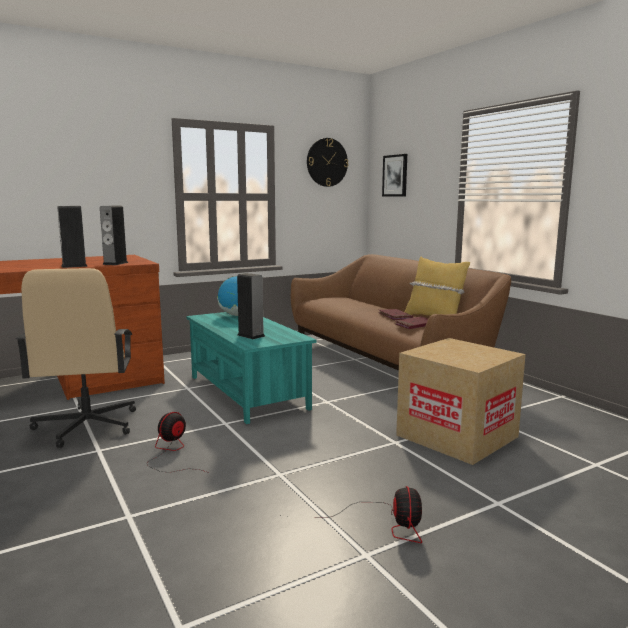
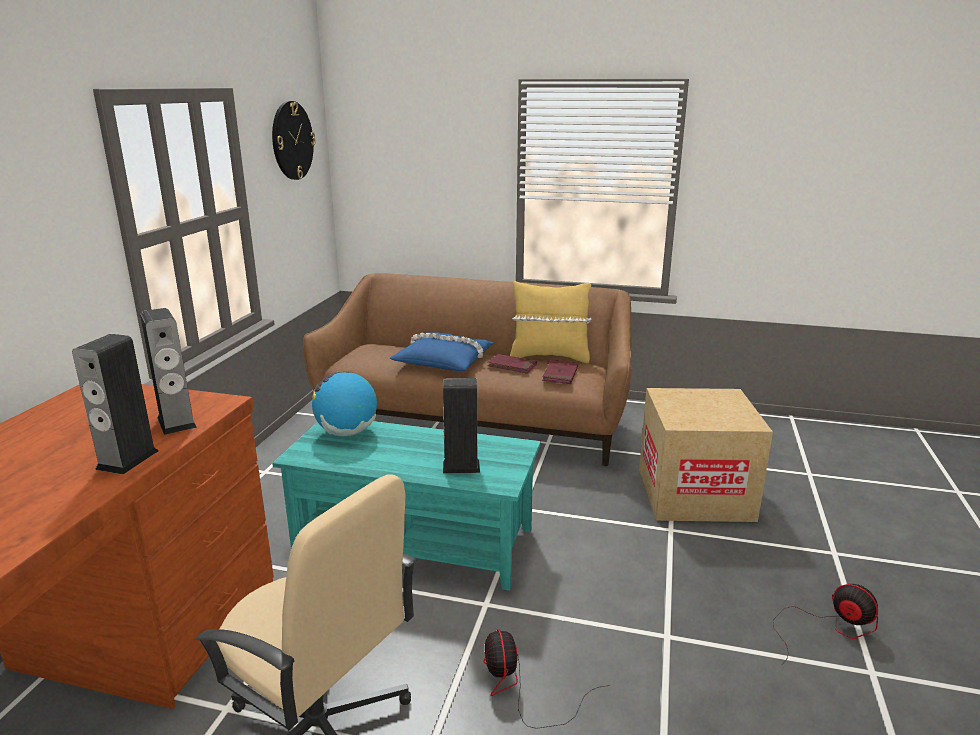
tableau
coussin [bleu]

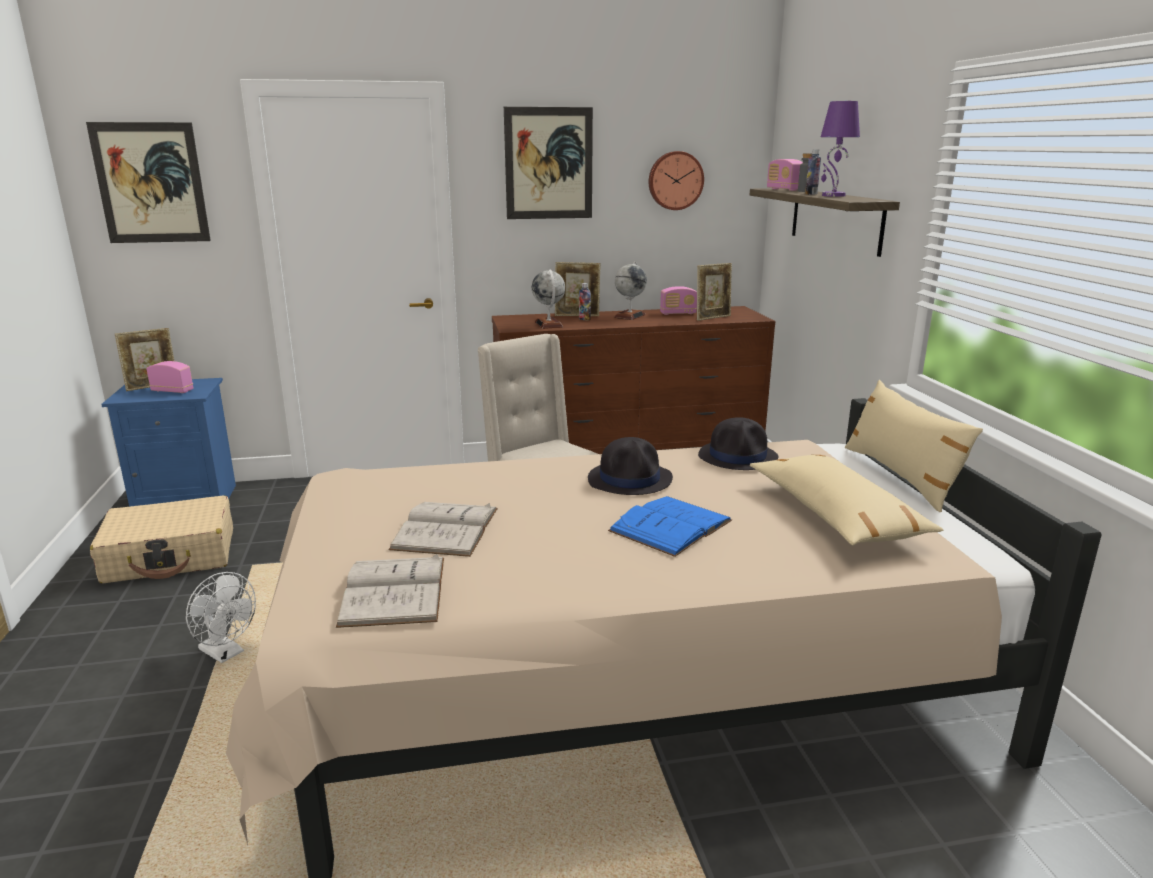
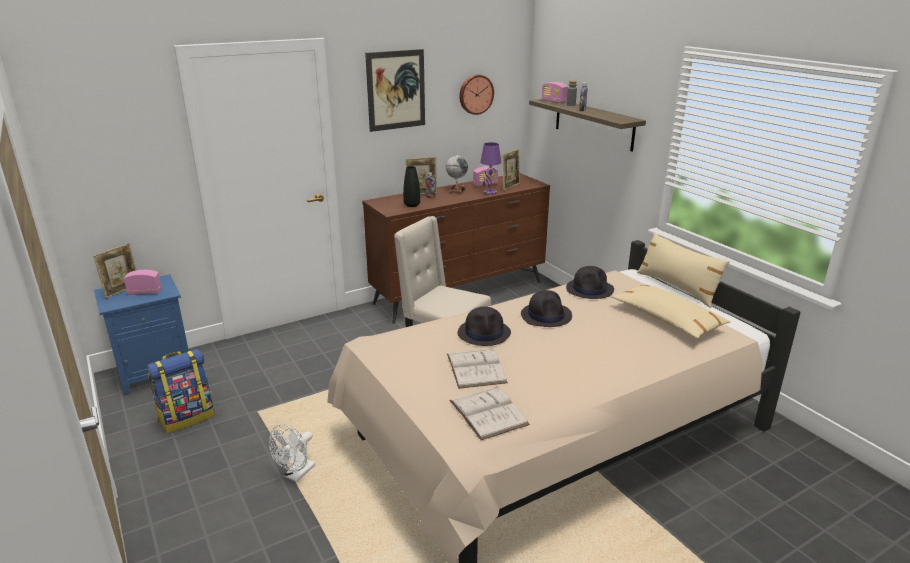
tableau (1st from left in the first image)
sac à dos
ventilateur [blanc]
vase [noir]
livre [bleu]
lampe de table [violet]
chapeau [noir] (1st from left)

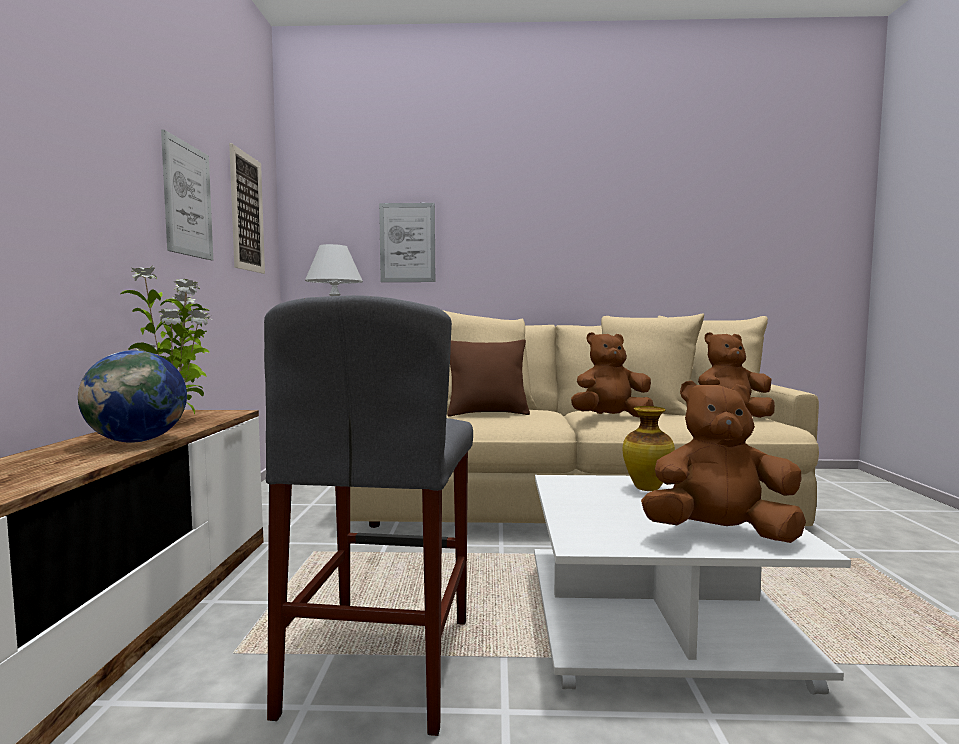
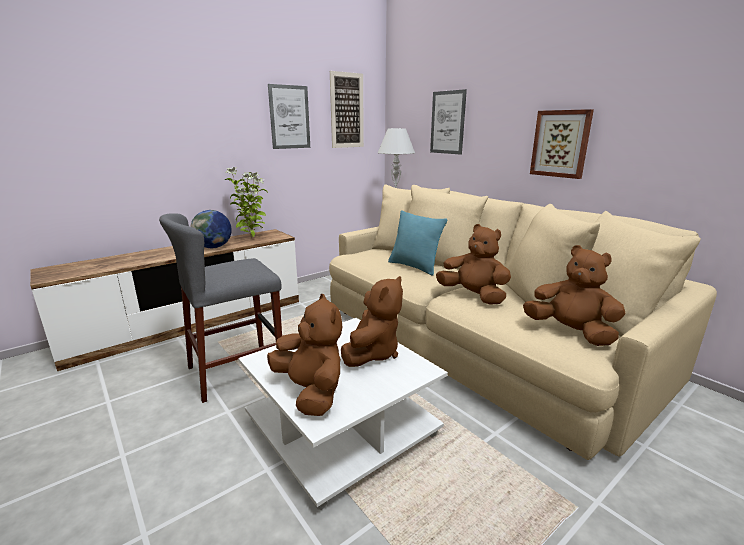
coussin [turquoise]
peluche [marron] (2nd from left)
tableau (4th from left)

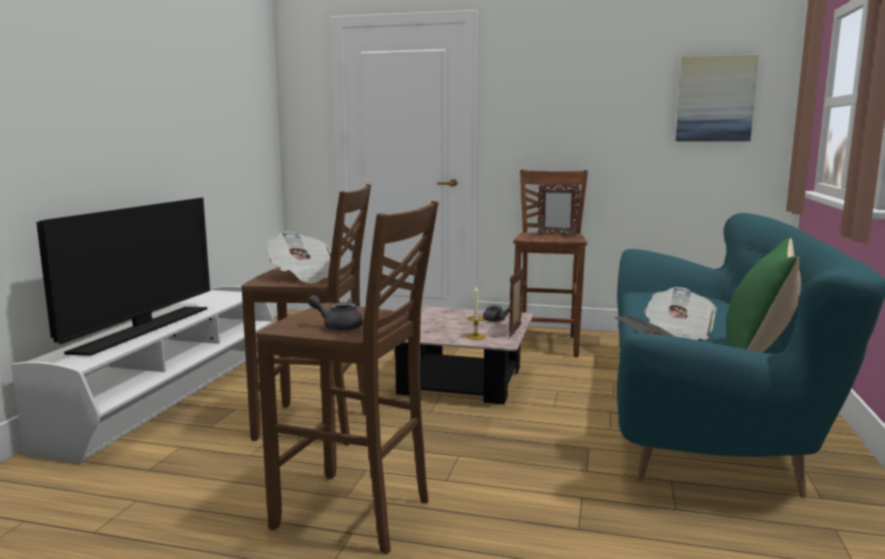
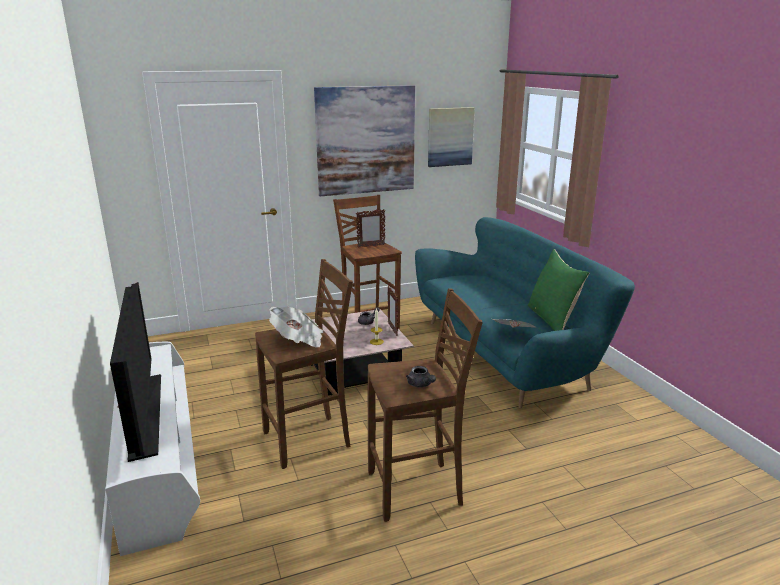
théière [gris] (2nd from left)
journal (3rd from left in the first image)
tableau (1st from left)

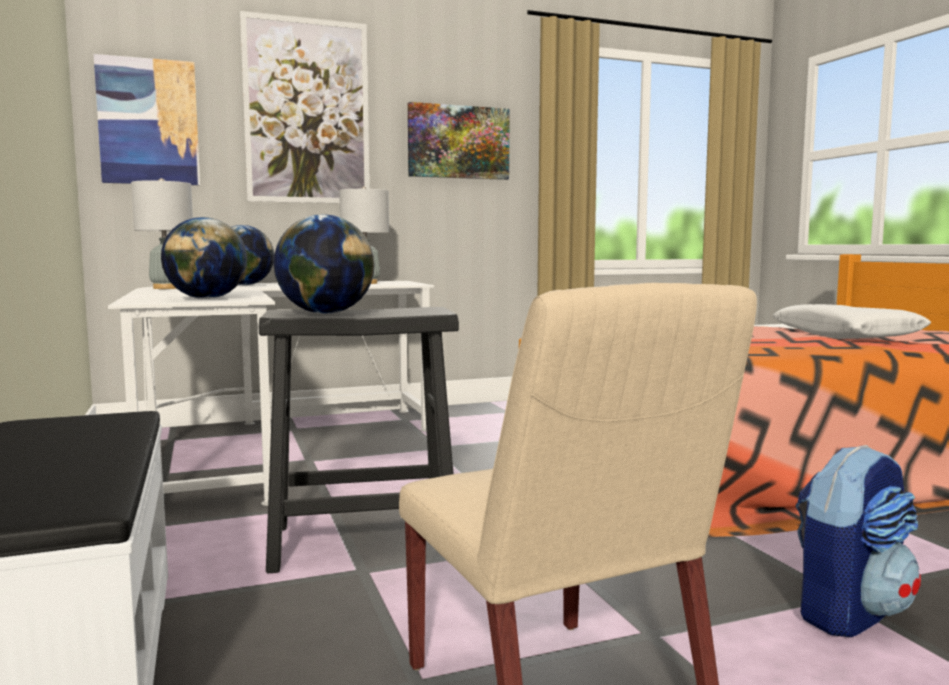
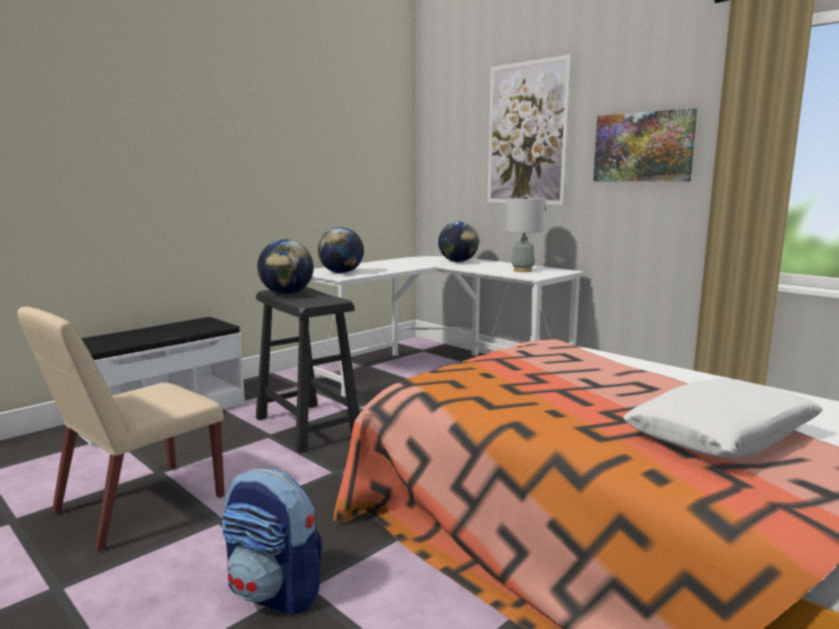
tableau (1st from left in the first image)
lampe de table [gris] (1st from left in the first image)

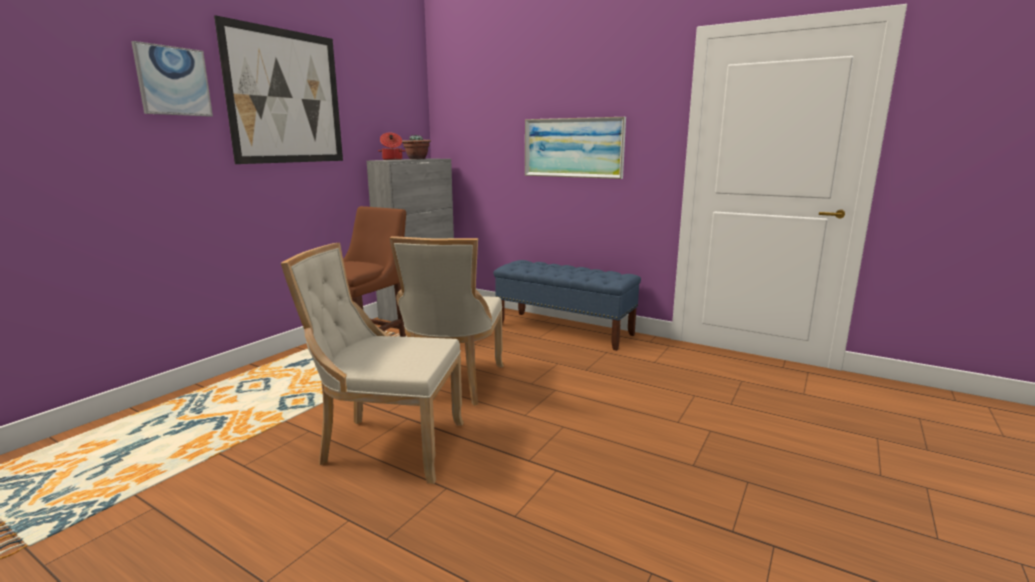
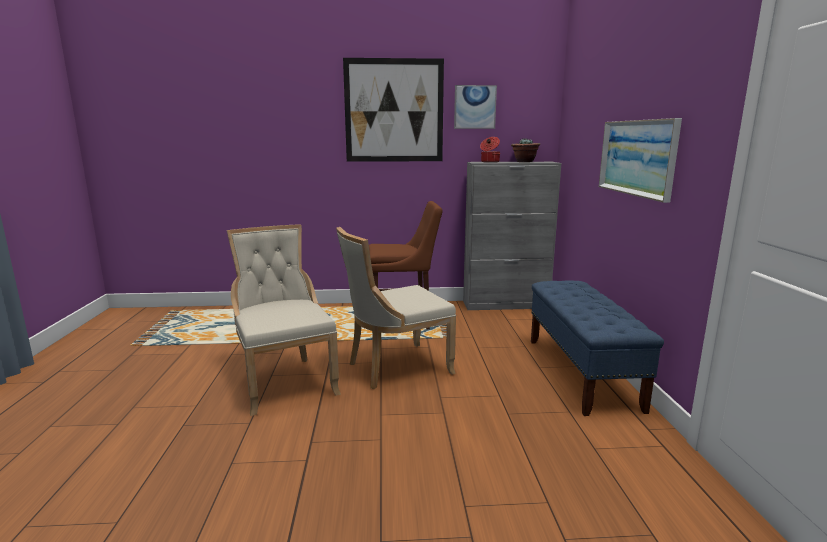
tableau (2nd from left)

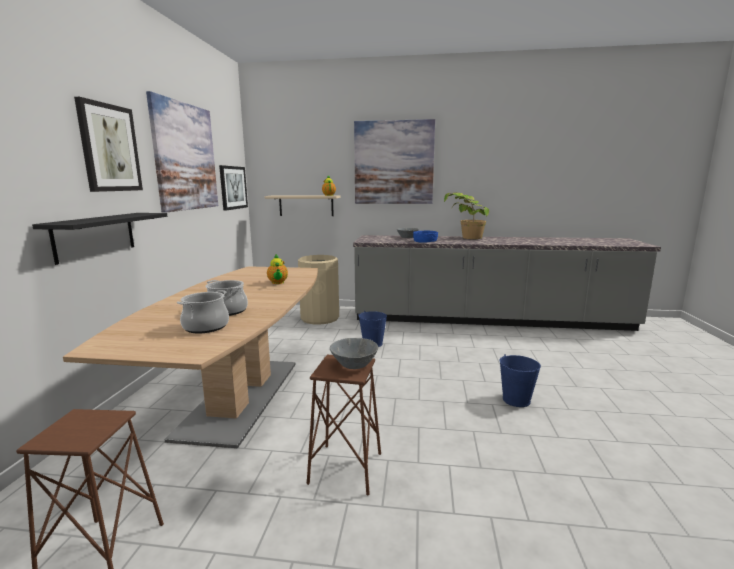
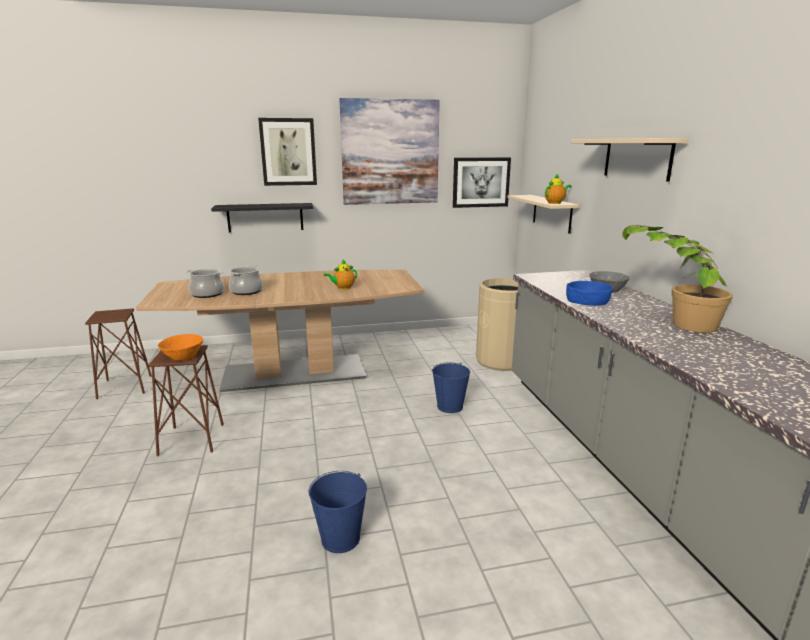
bol [orange]
étagère [beige] (2nd from left)

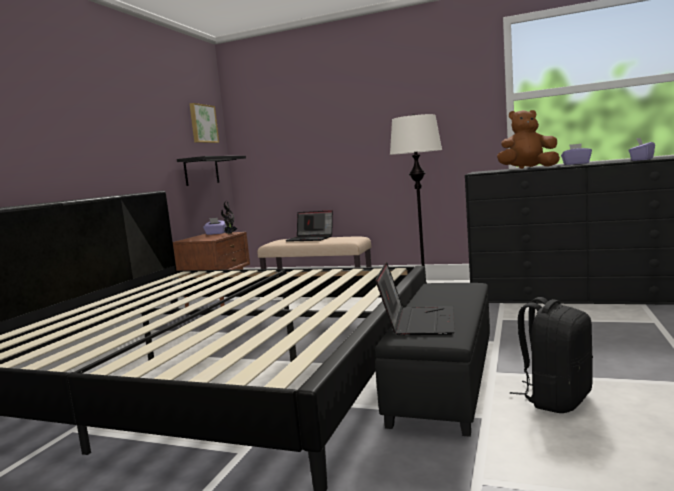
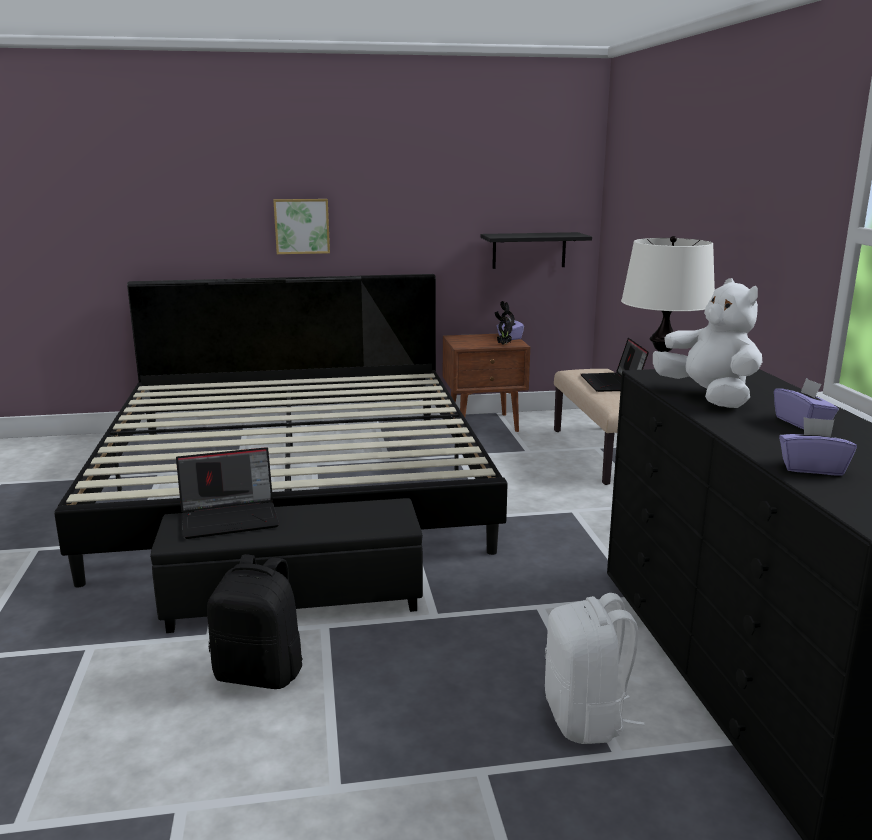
tableau
peluche [blanc]
sac à dos [blanc]

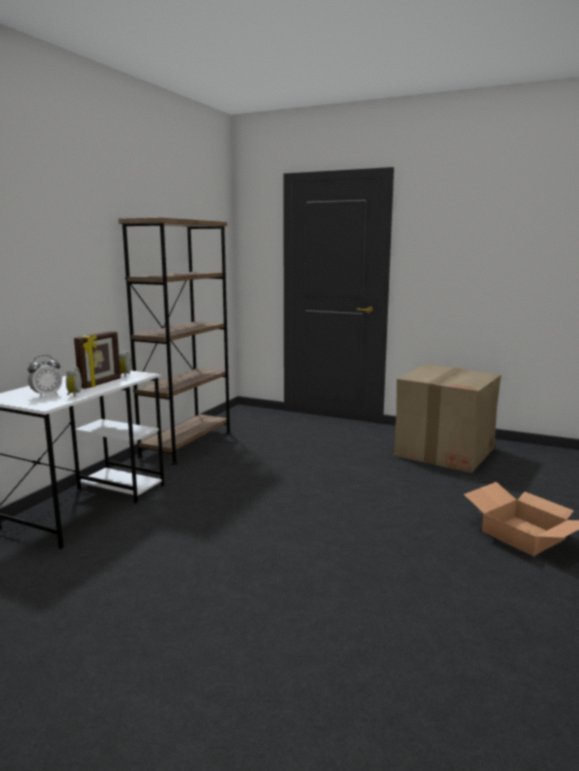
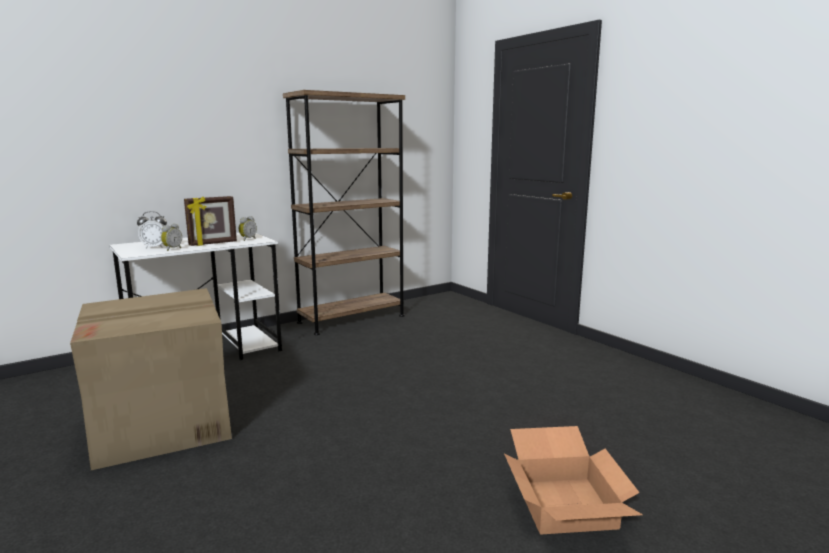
carton (1st from left)

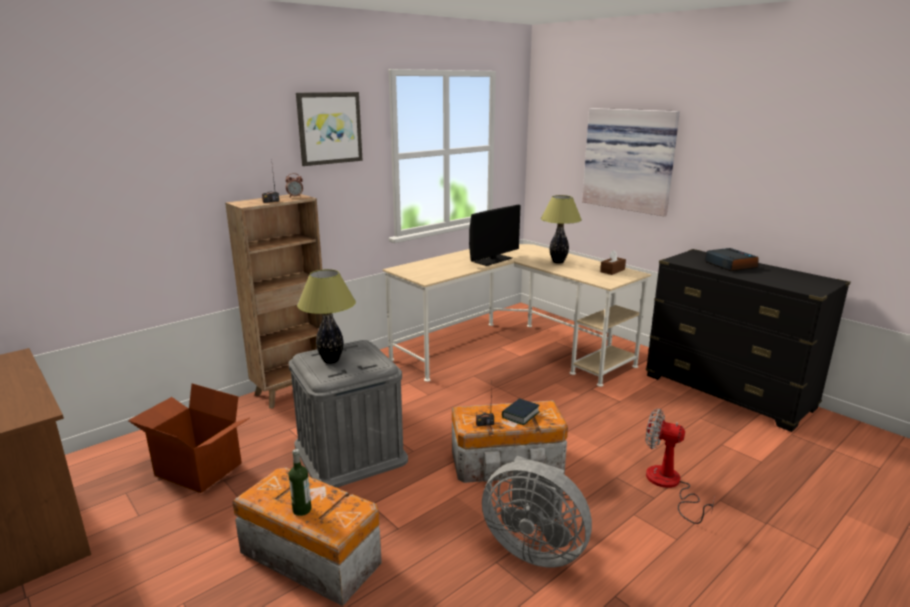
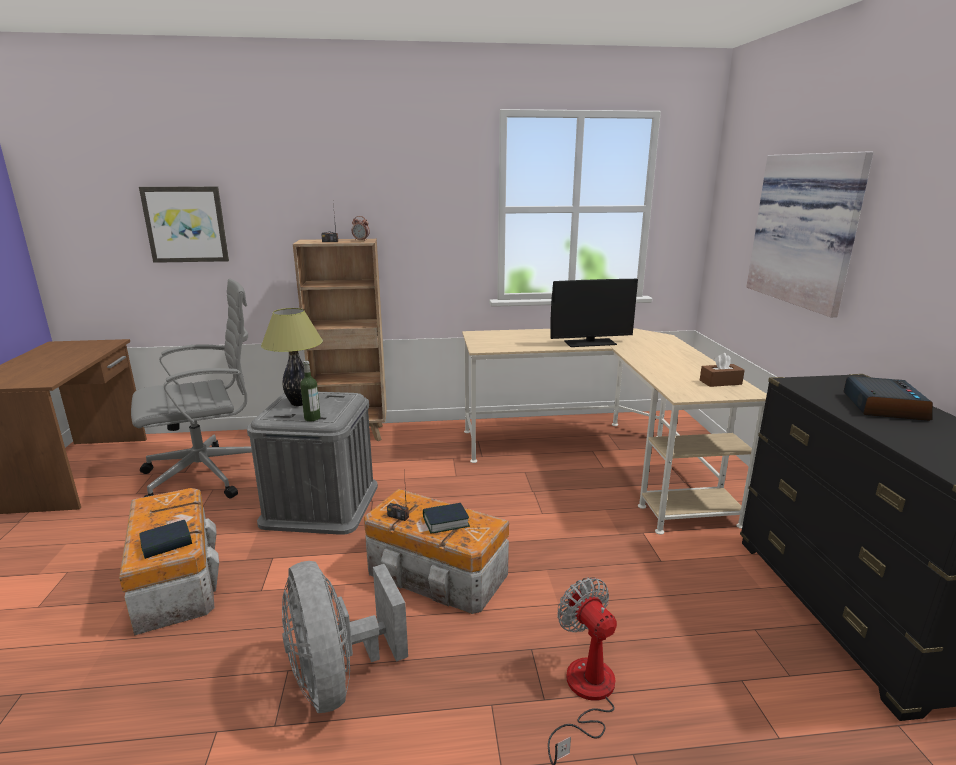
chaise de bureau [gris]
bouteille
tableau (1st from left)
lampe de table (2nd from left in the first image)
livre (1st from left)

